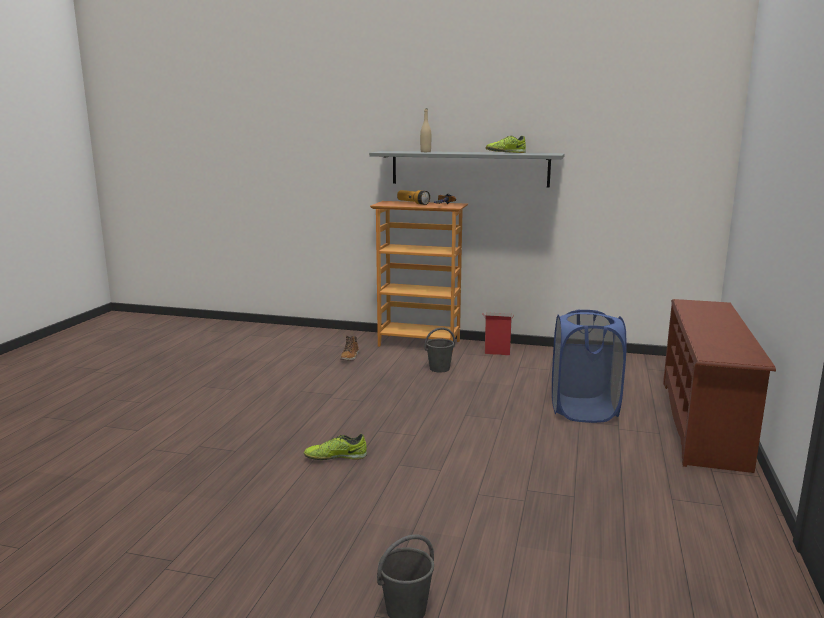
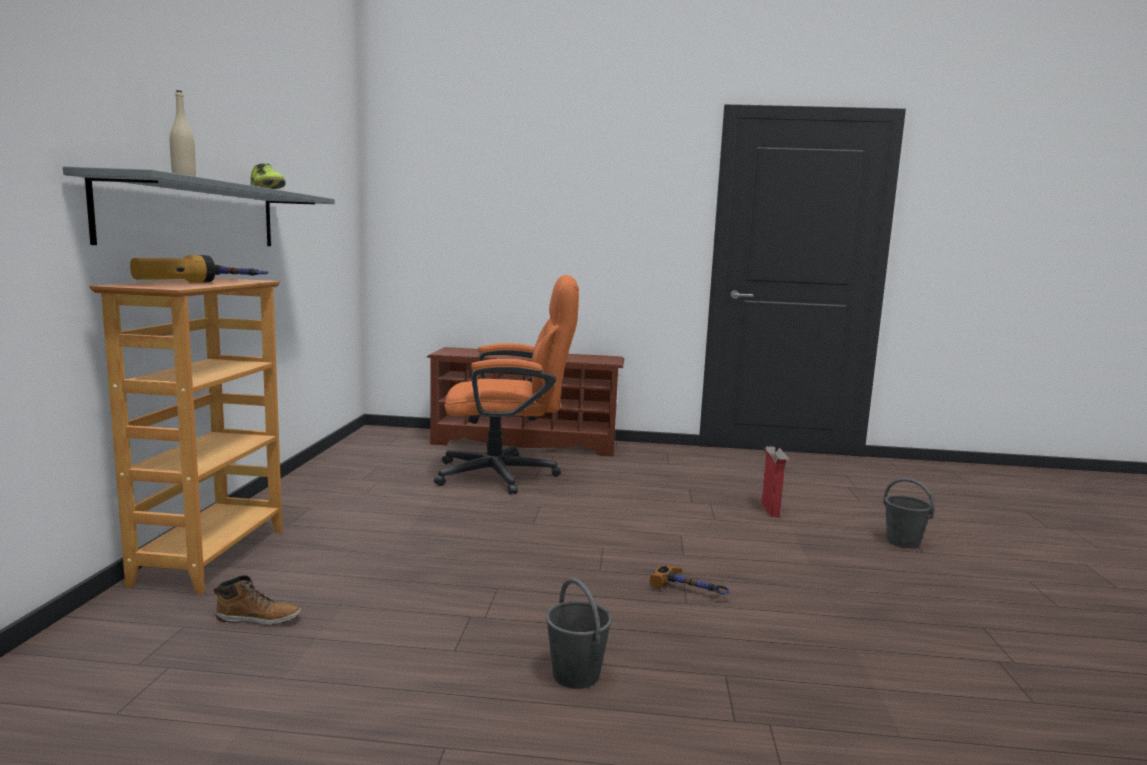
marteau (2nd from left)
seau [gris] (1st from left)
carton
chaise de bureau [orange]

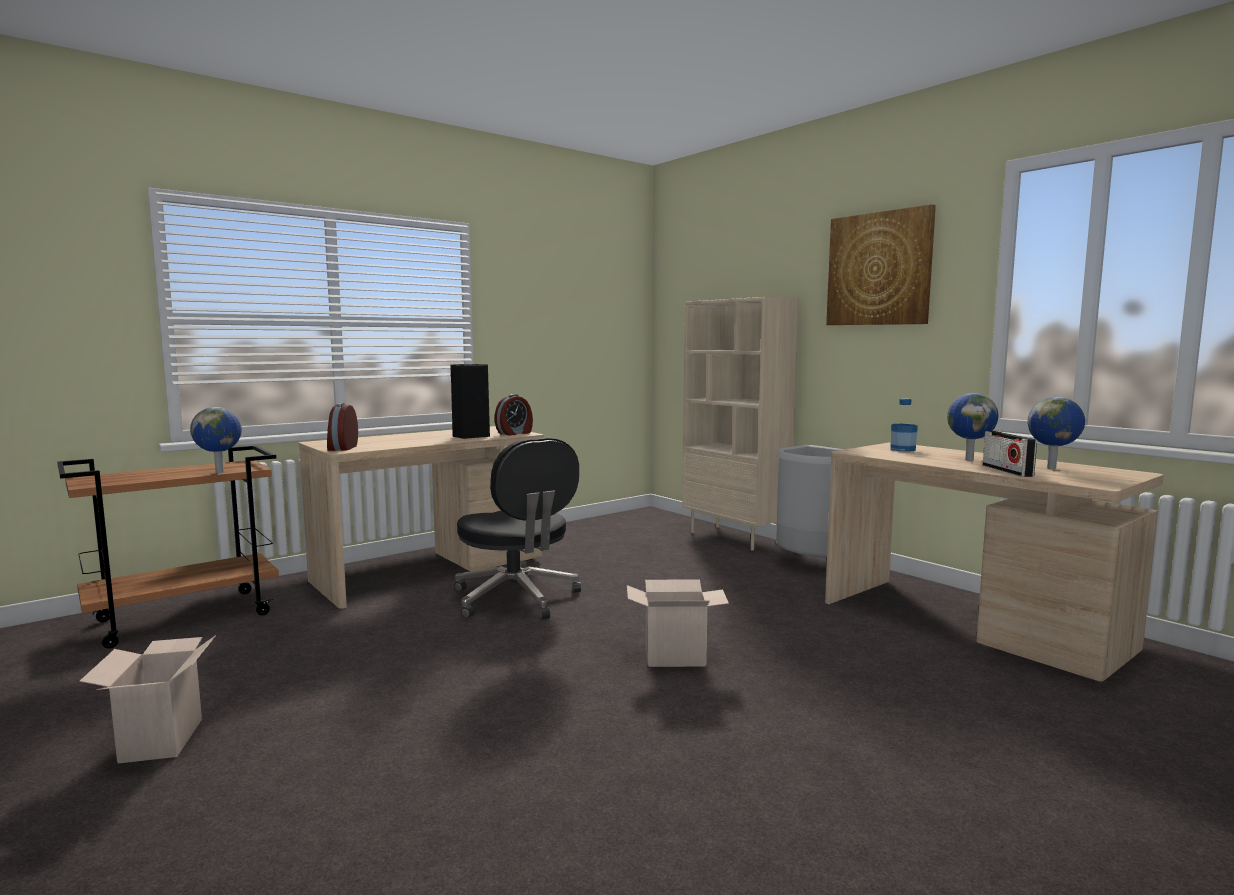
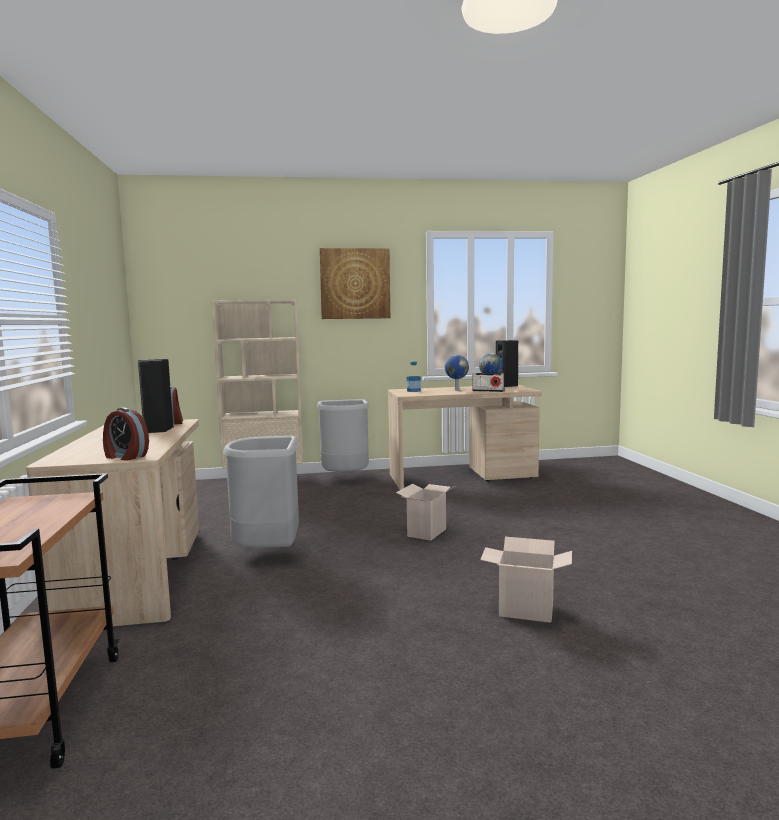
carton (2nd from left)
globe (1st from left in the first image)
poubelle [gris] (1st from left)
enceinte [noir] (2nd from left)

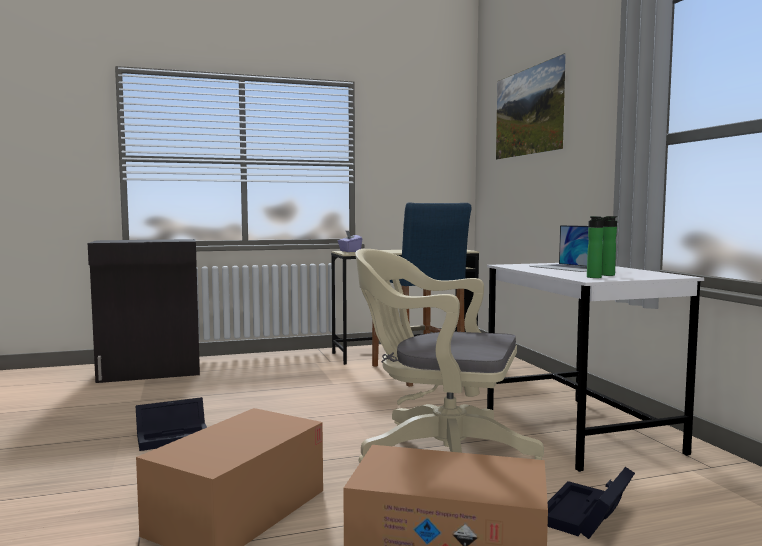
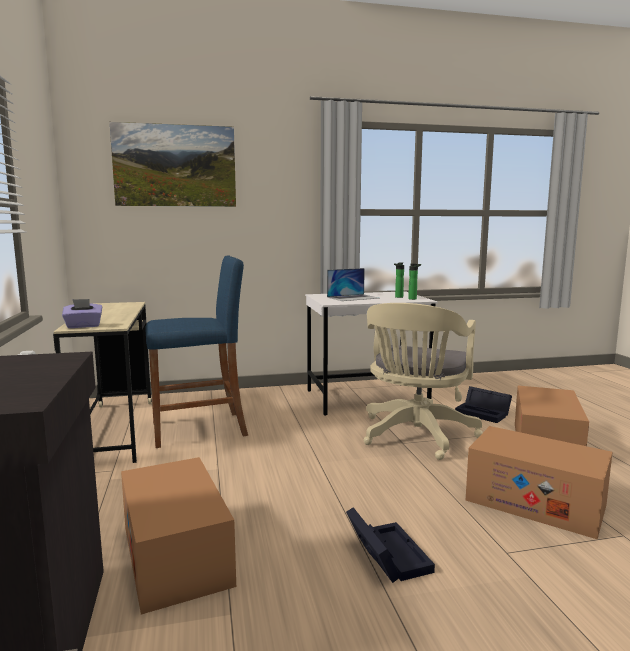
carton (1st from left)

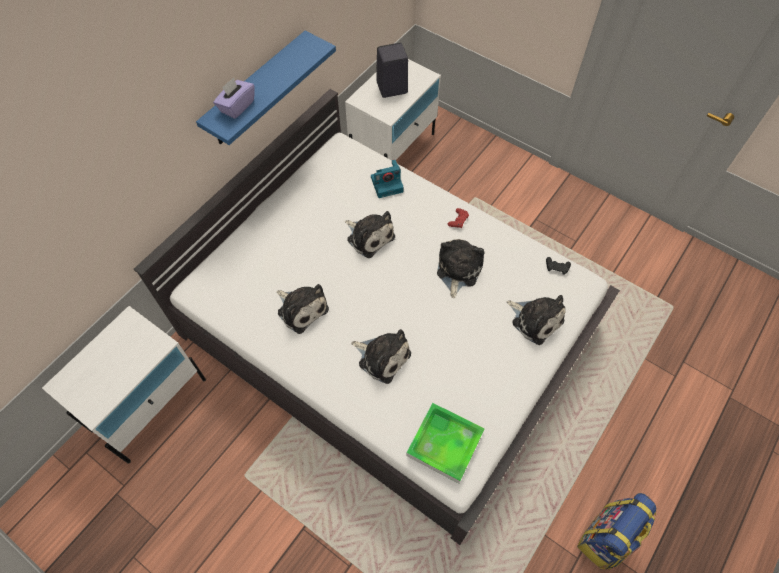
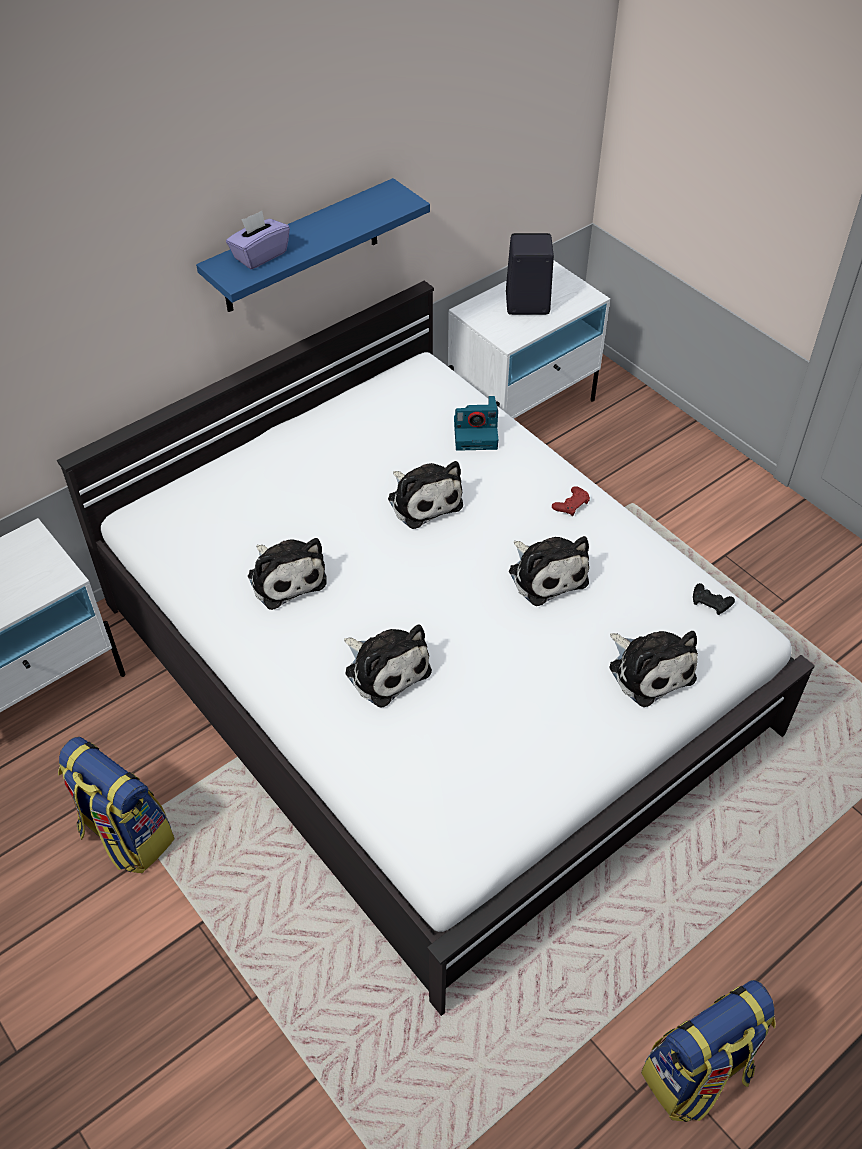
plateau
peluche (4th from left)
sac à dos (1st from left)

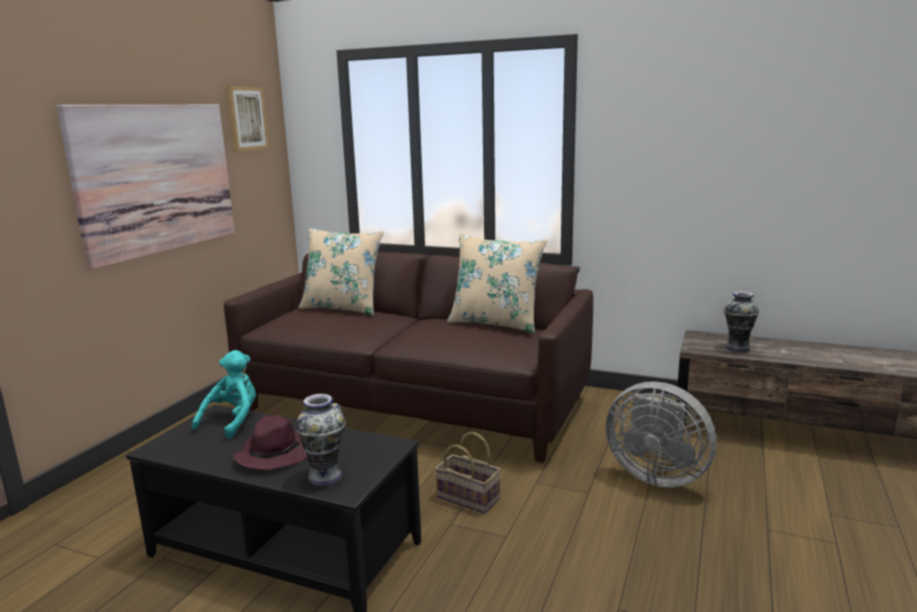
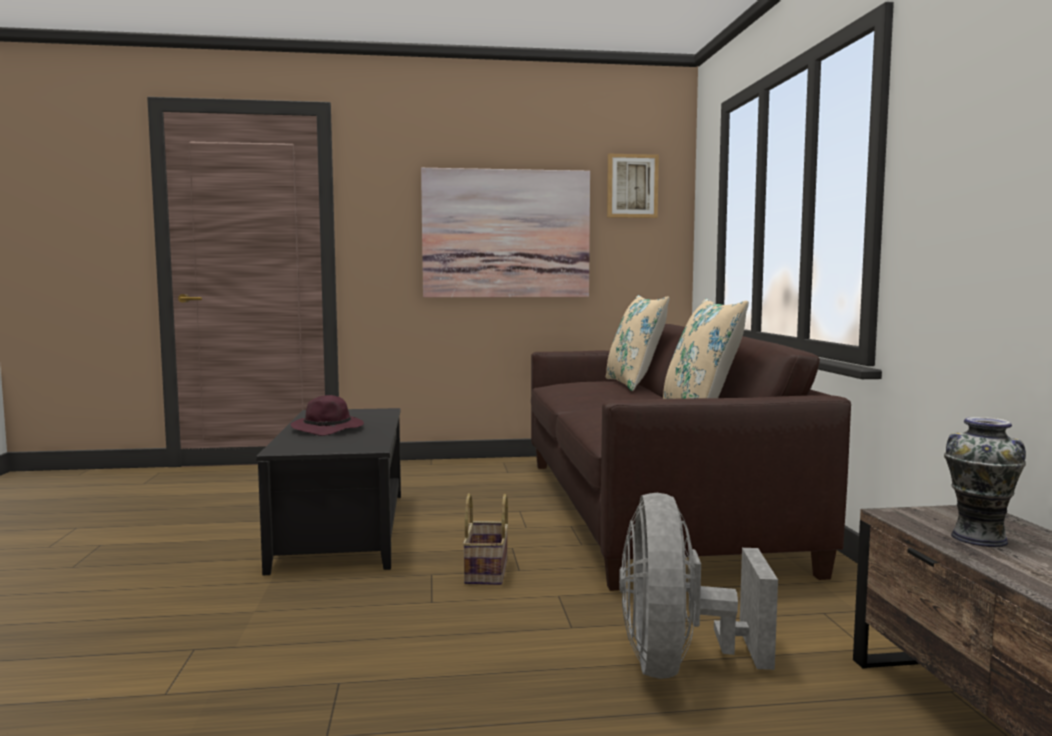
peluche [turquoise]
vase (1st from left in the first image)

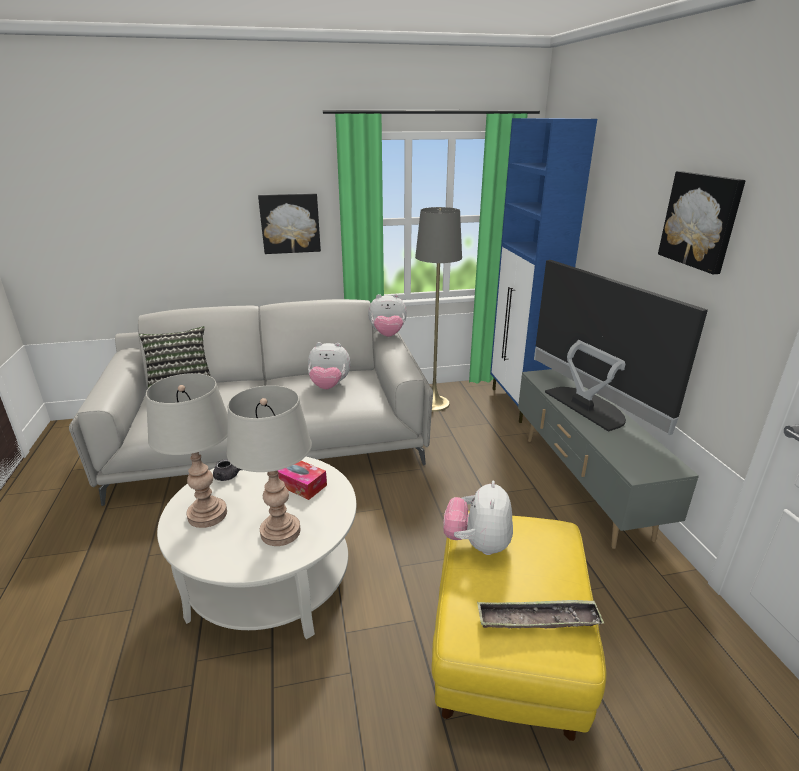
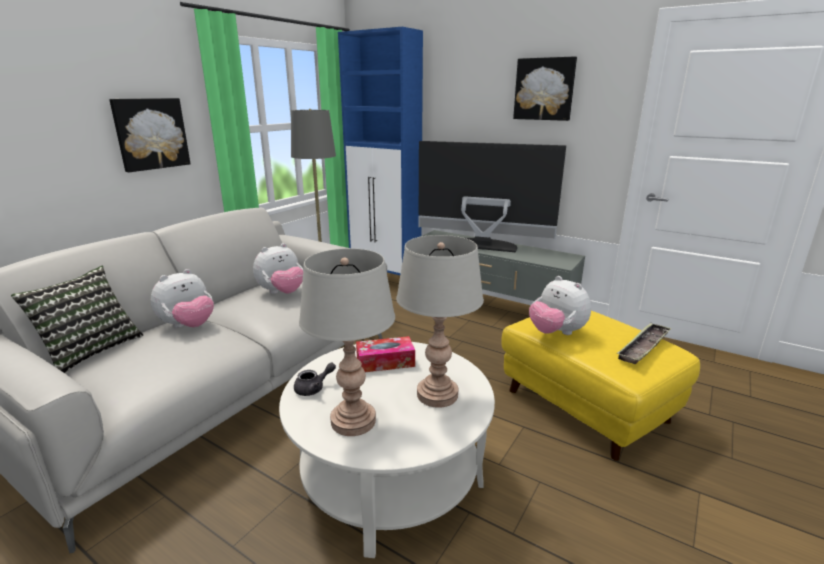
peluche (1st from left)

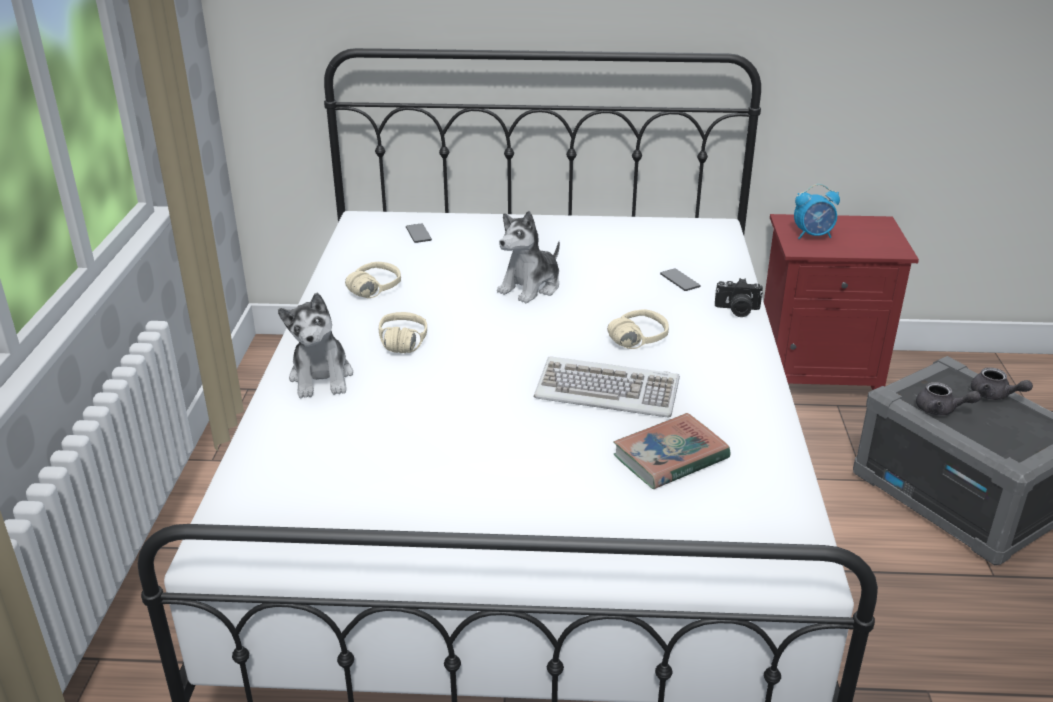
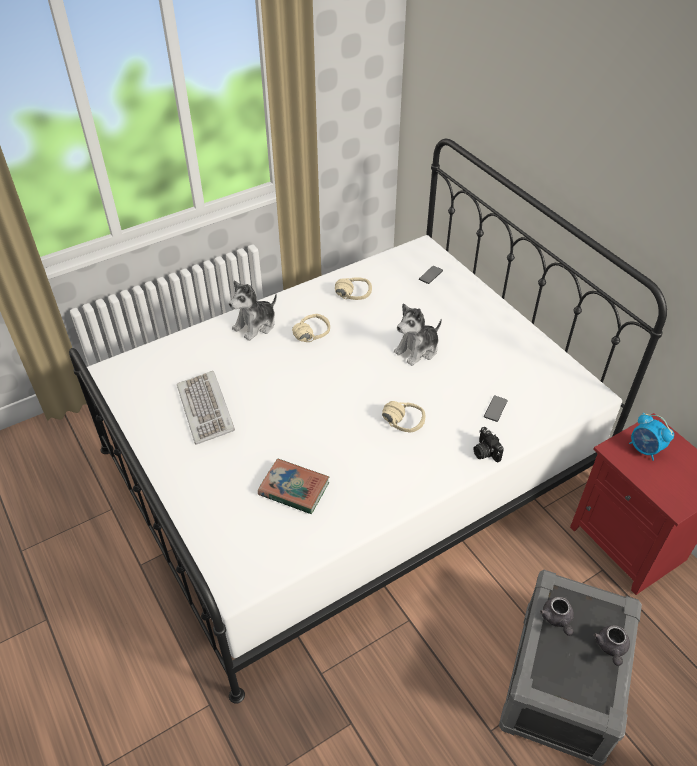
peluche (2nd from left)
clavier

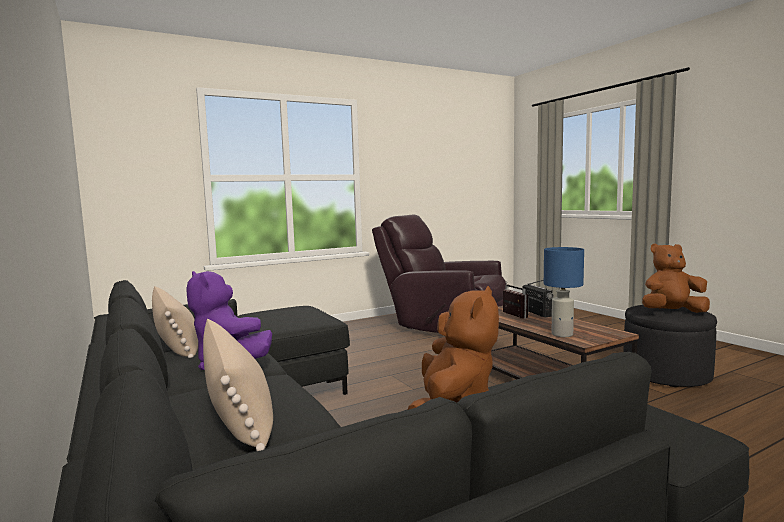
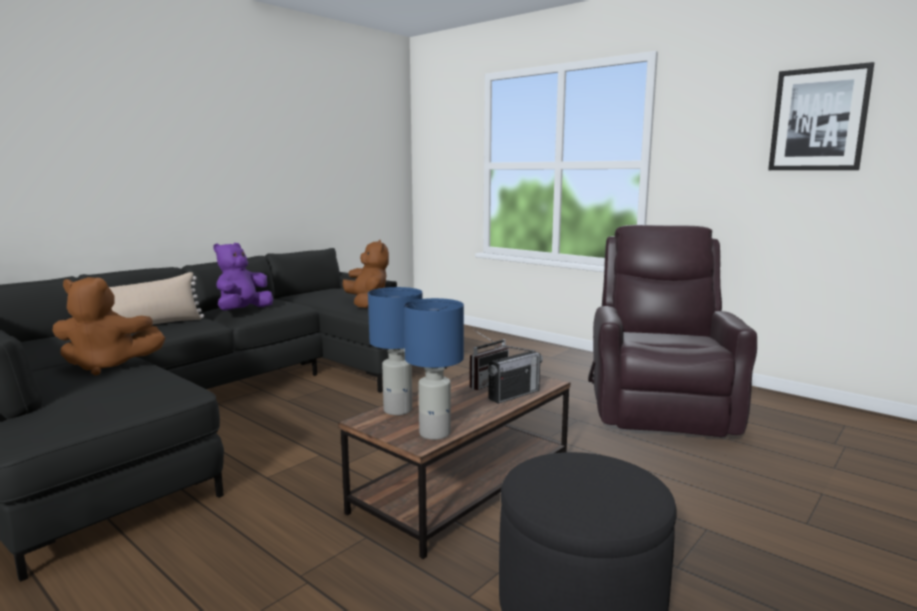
coussin [beige] (1st from left in the first image)
peluche [marron] (2nd from left)
lampe de table [bleu] (2nd from left)
tableau

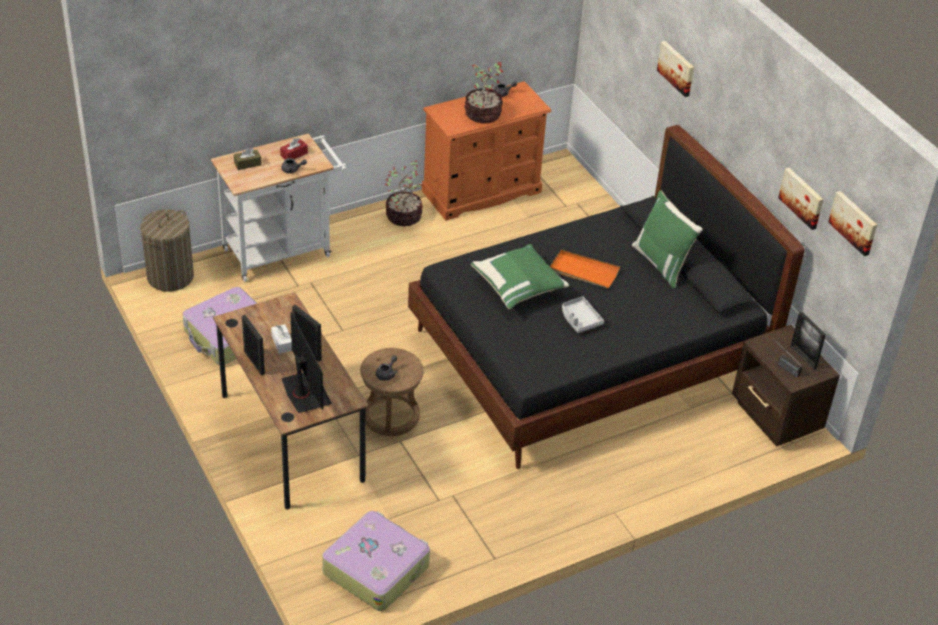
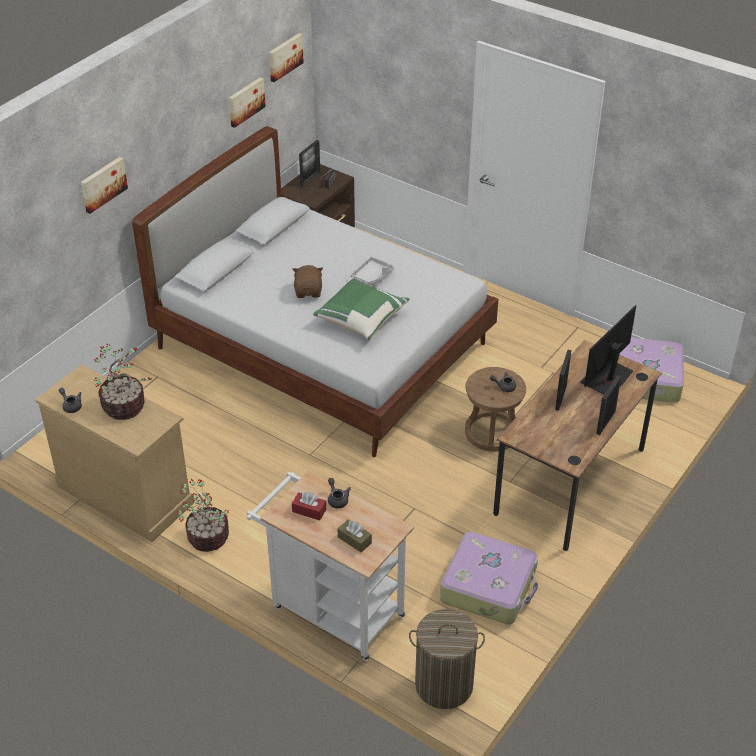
boîte à mouchoirs [blanc]
lit [blanc]
commode [beige]
peluche [marron]
coussin [vert] (2nd from left in the first image)

